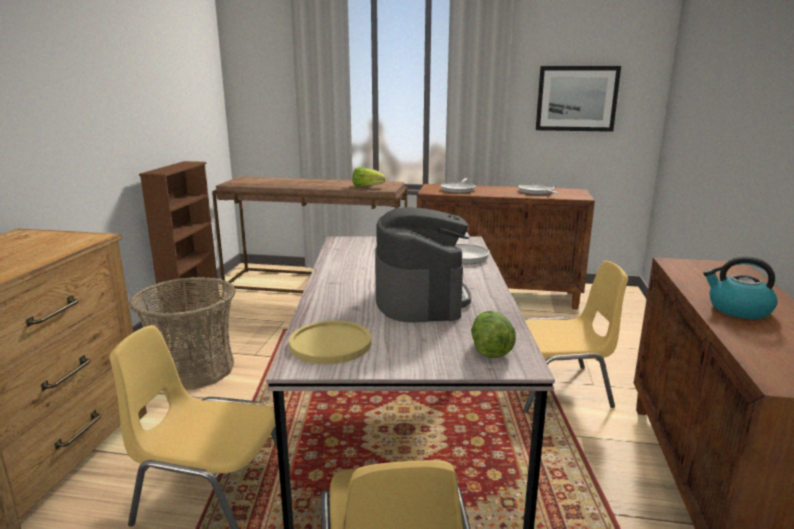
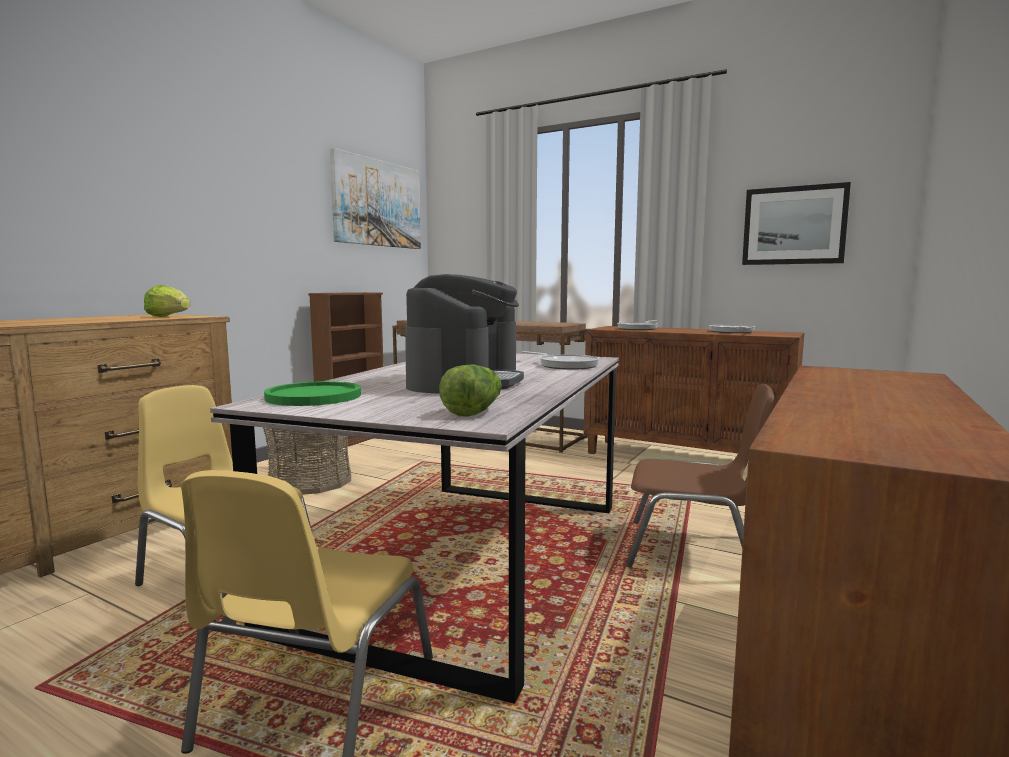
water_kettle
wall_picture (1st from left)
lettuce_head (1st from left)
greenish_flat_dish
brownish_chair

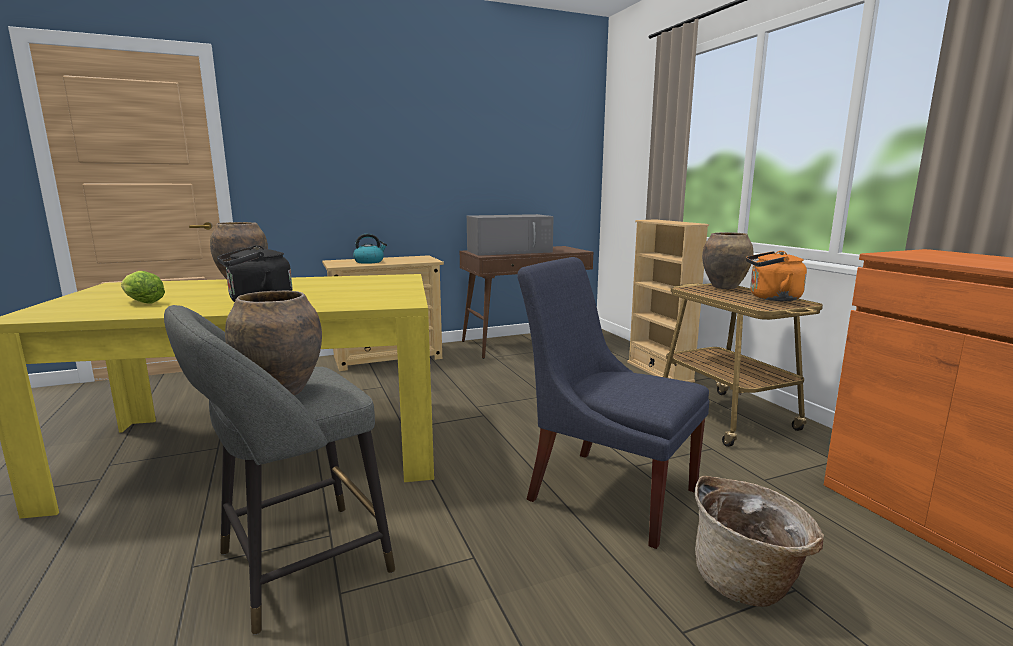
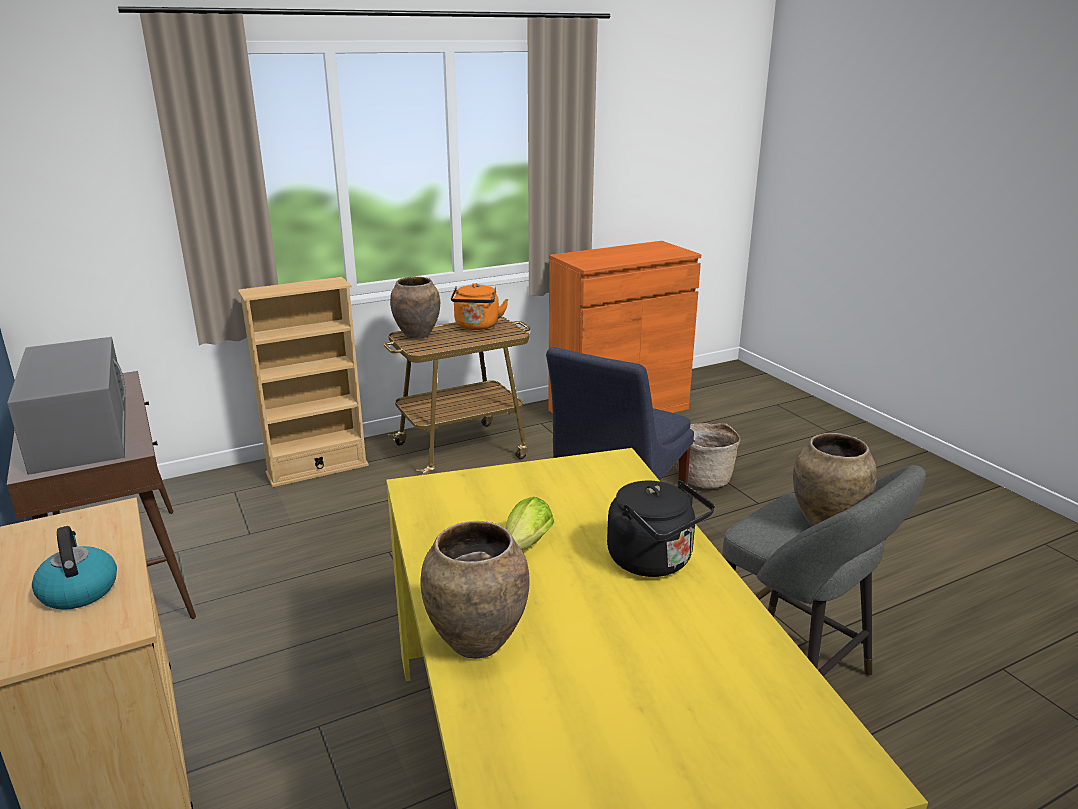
lettuce_head

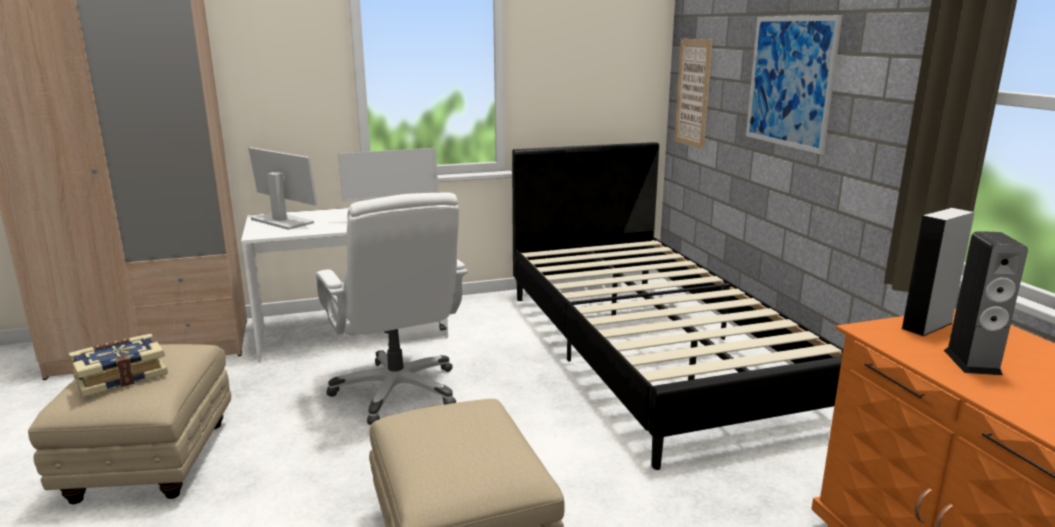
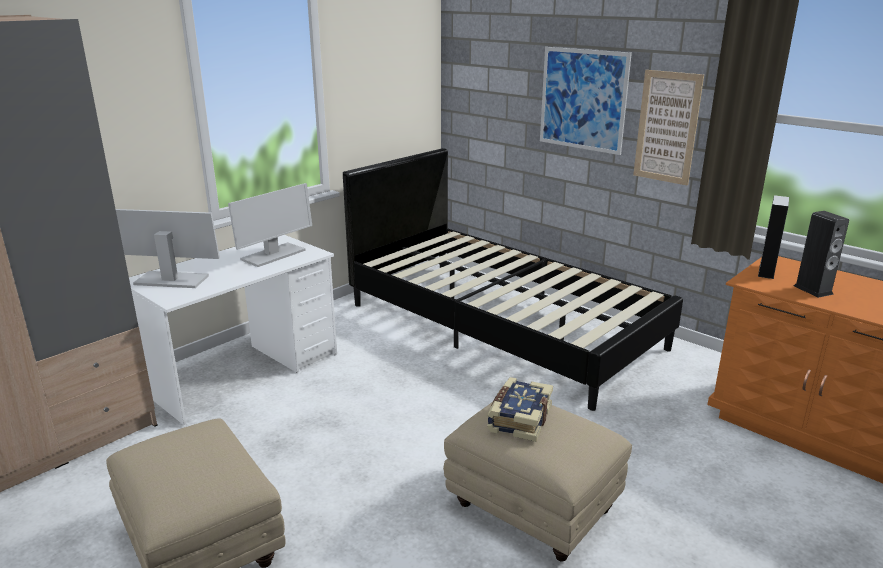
whitish_office_chair
book
wall_picture (2nd from left)

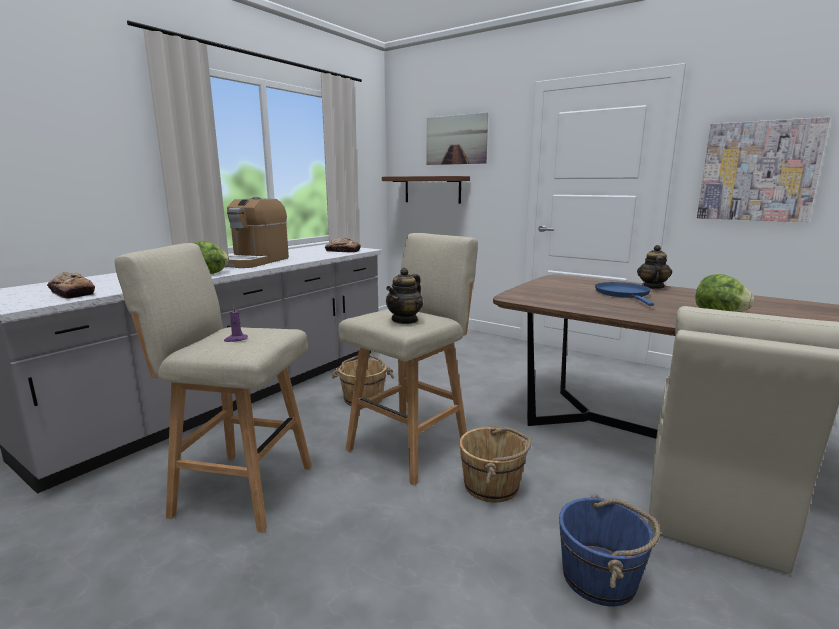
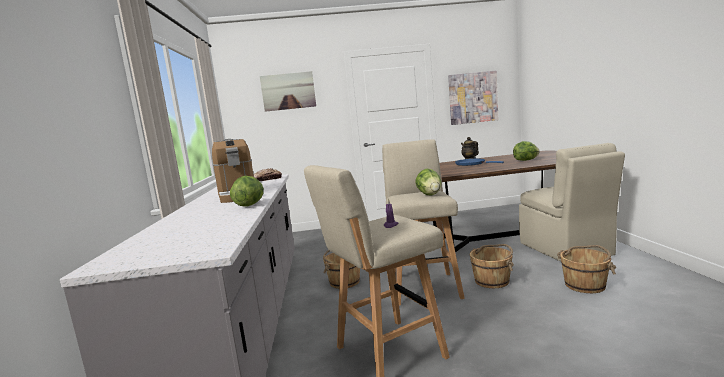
bread (1st from left in the first image)
brownish_shelf
lettuce_head (2nd from left)
brownish_water_bucket (3rd from left)

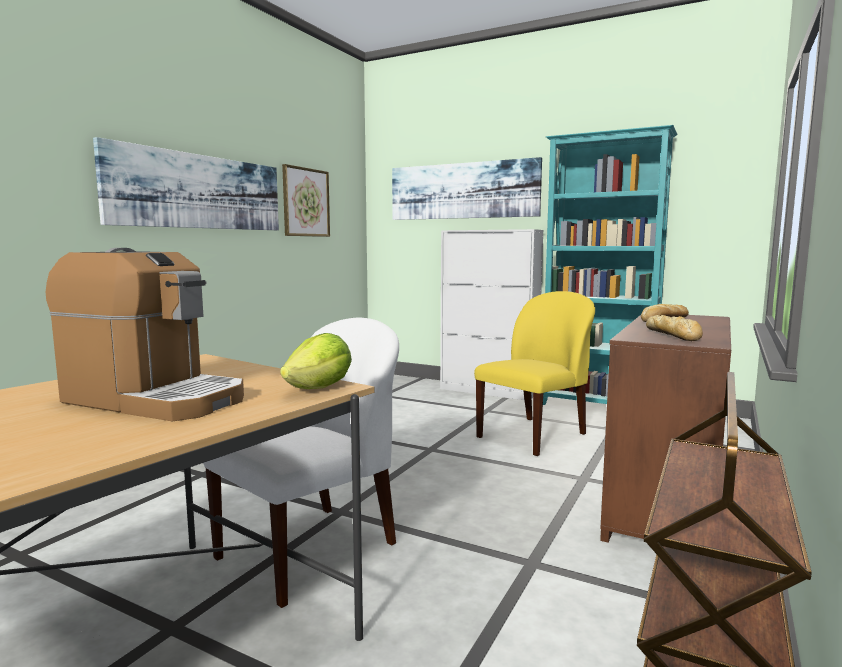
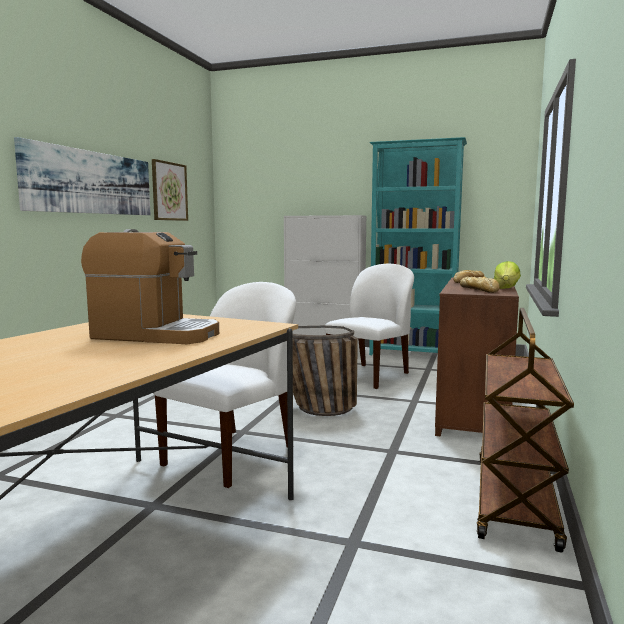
wall_picture (3rd from left in the first image)
storage_basket
lettuce_head
whitish_chair (2nd from left)

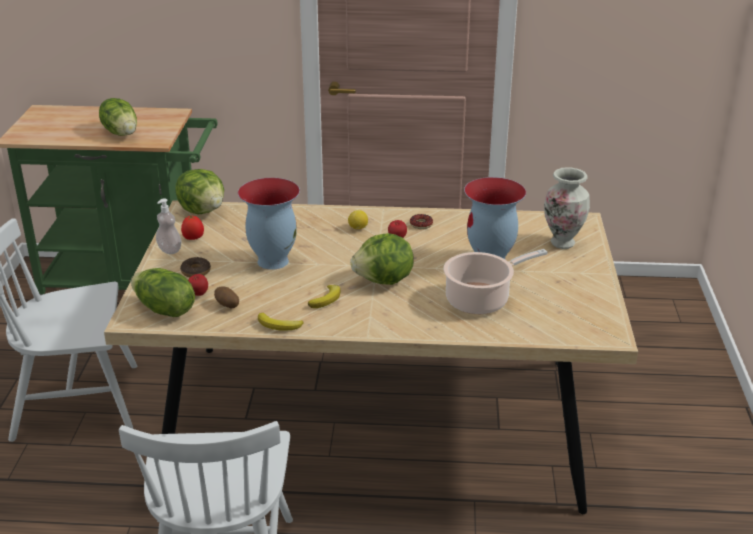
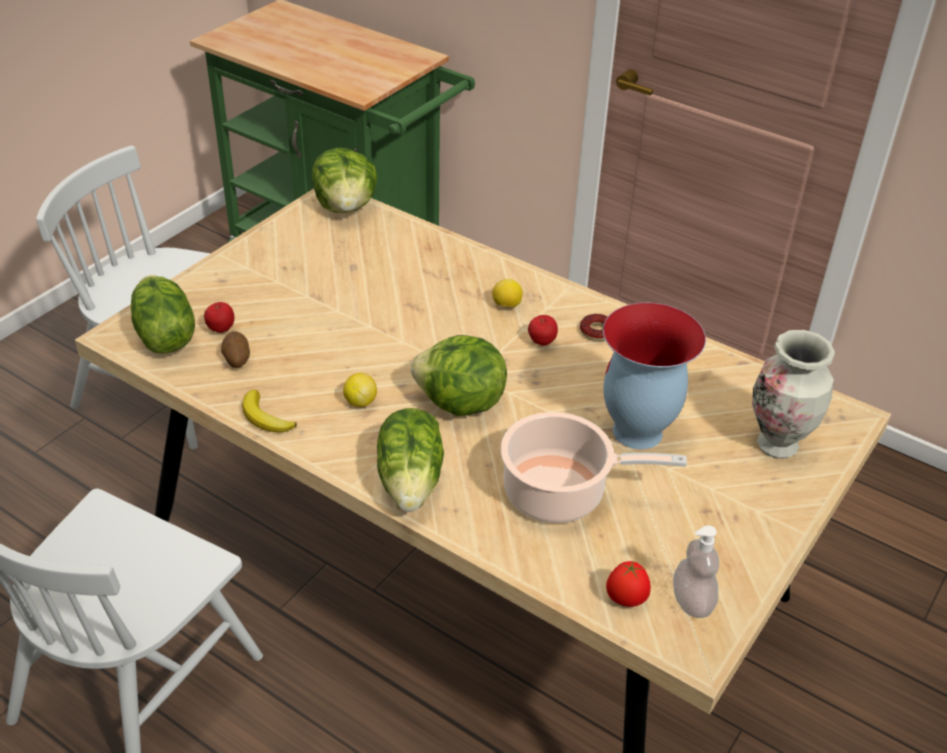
doughnut (1st from left in the first image)
vase (1st from left in the first image)
lettuce_head (3rd from left)
liquid_soap_bottle
fresh_tomato
citrus_fruit (1st from left)

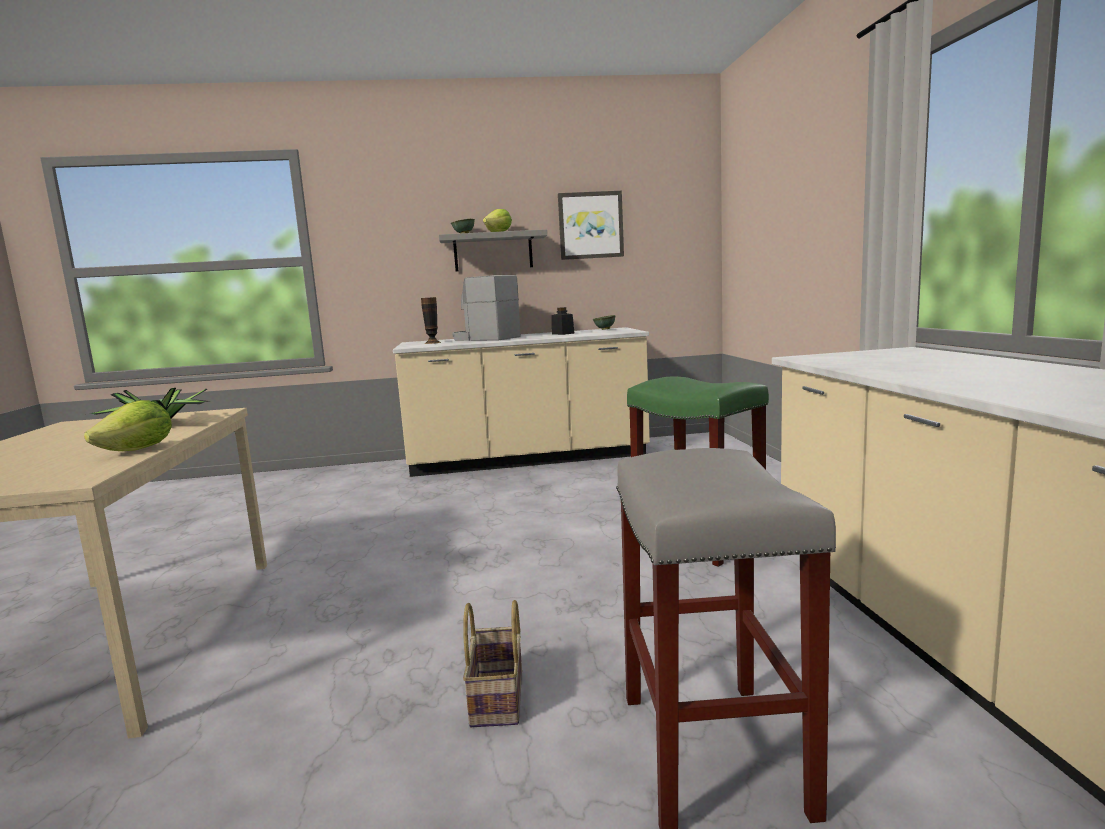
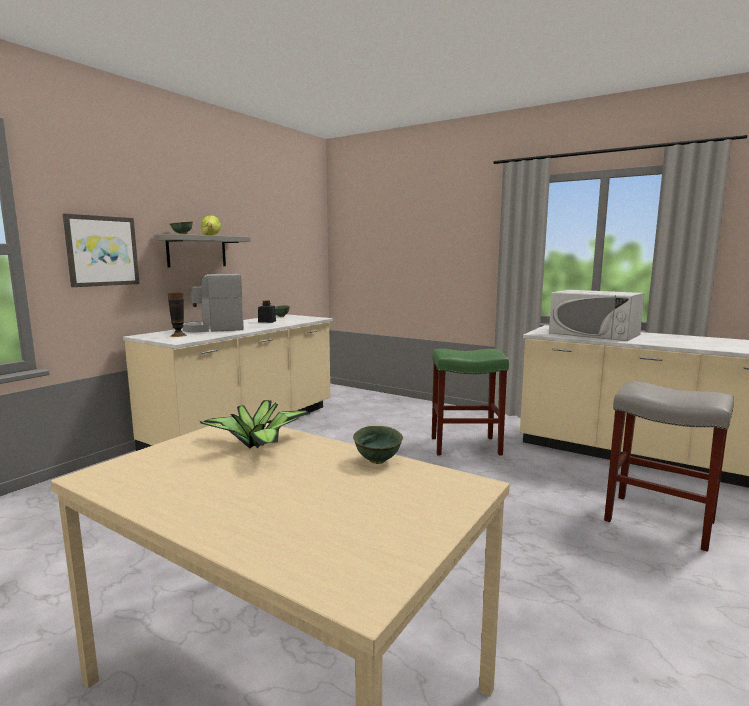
storage_basket
whitish_microwave
wall_picture
greenish_bowl (3rd from left)

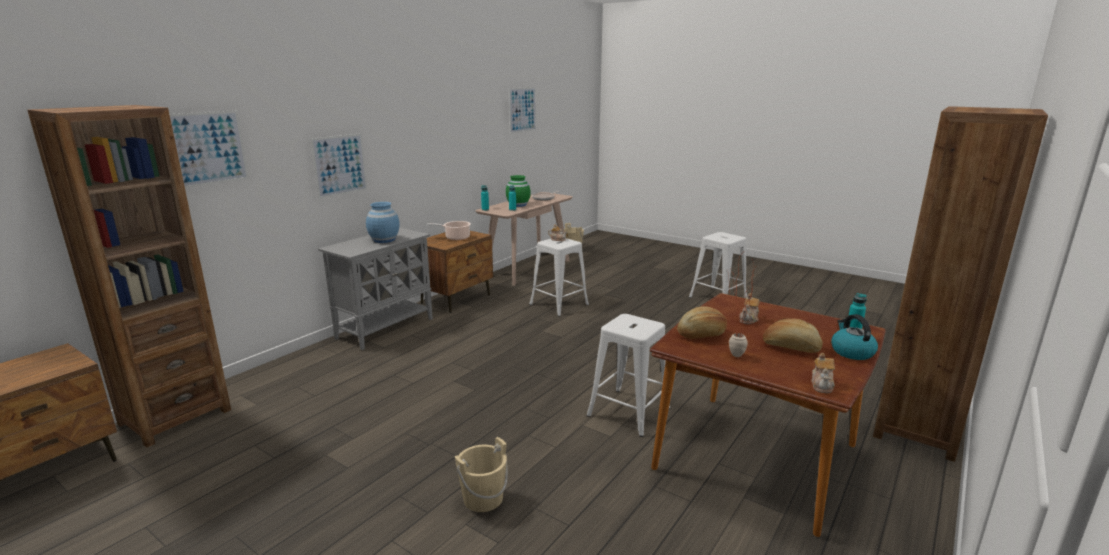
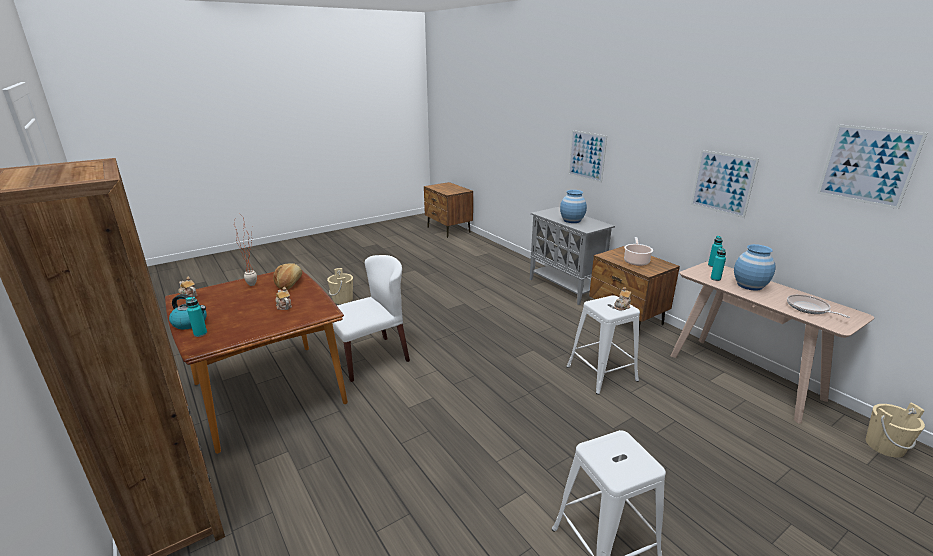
brownish_bookcase (1st from left in the first image)
bread (2nd from left in the first image)
wall_picture (2nd from left)
whitish_chair
bluish_vase (2nd from left)

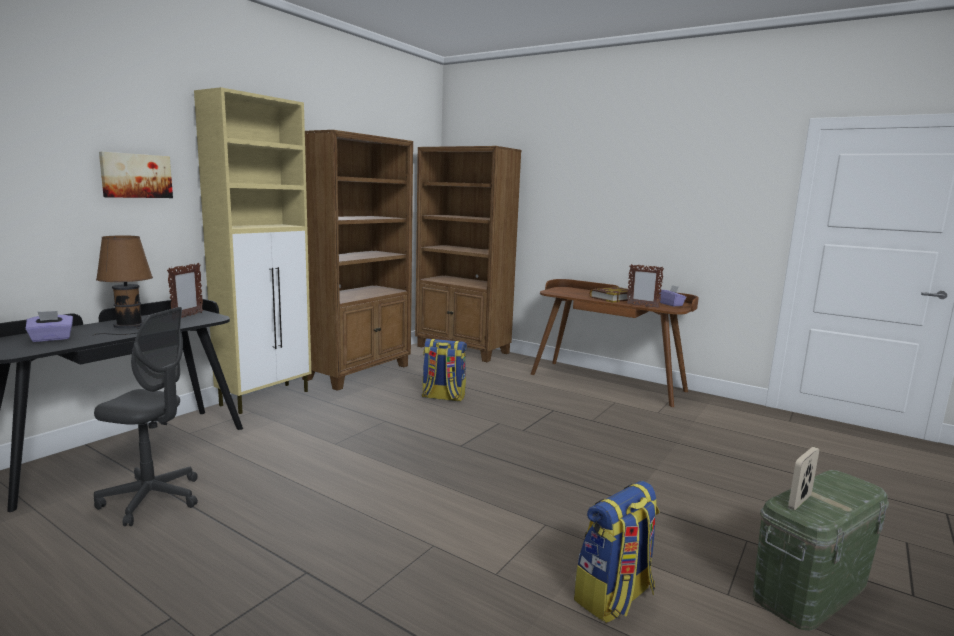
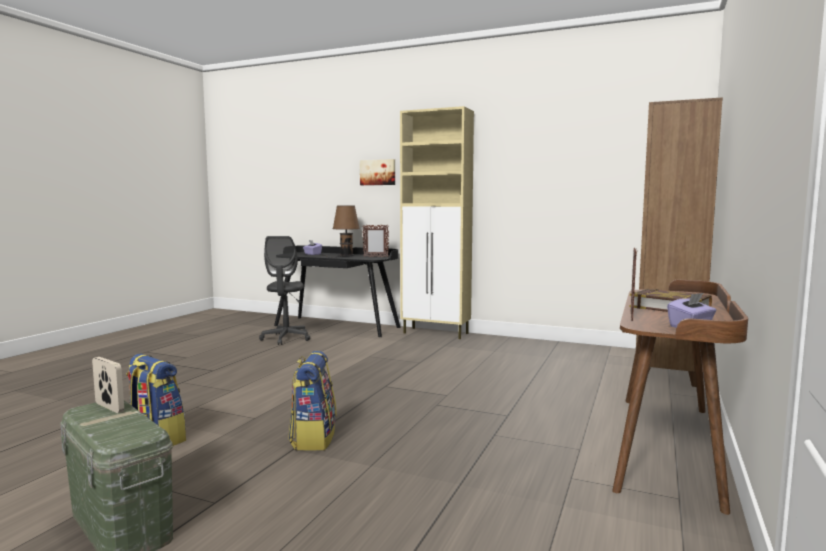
brownish_bookcase (1st from left in the first image)
backpack (2nd from left)

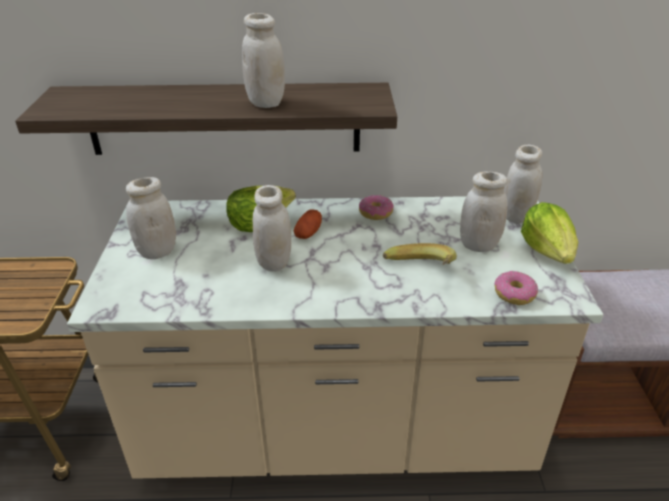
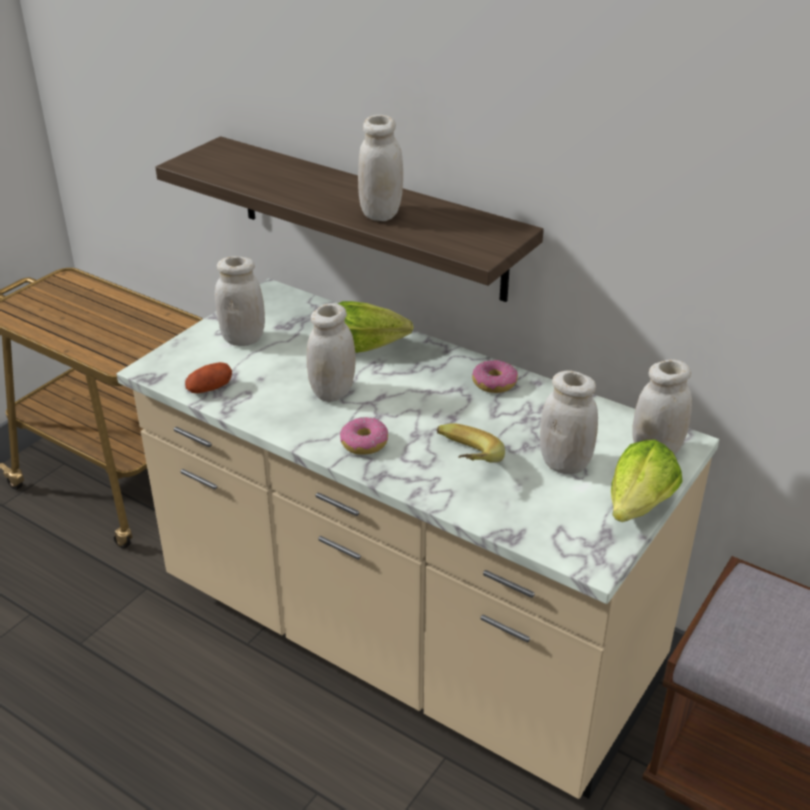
whole_potato
doughnut (1st from left)

